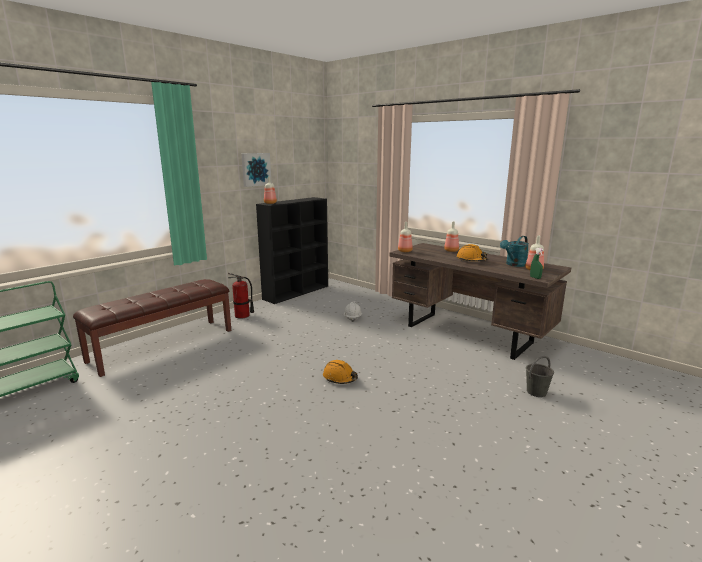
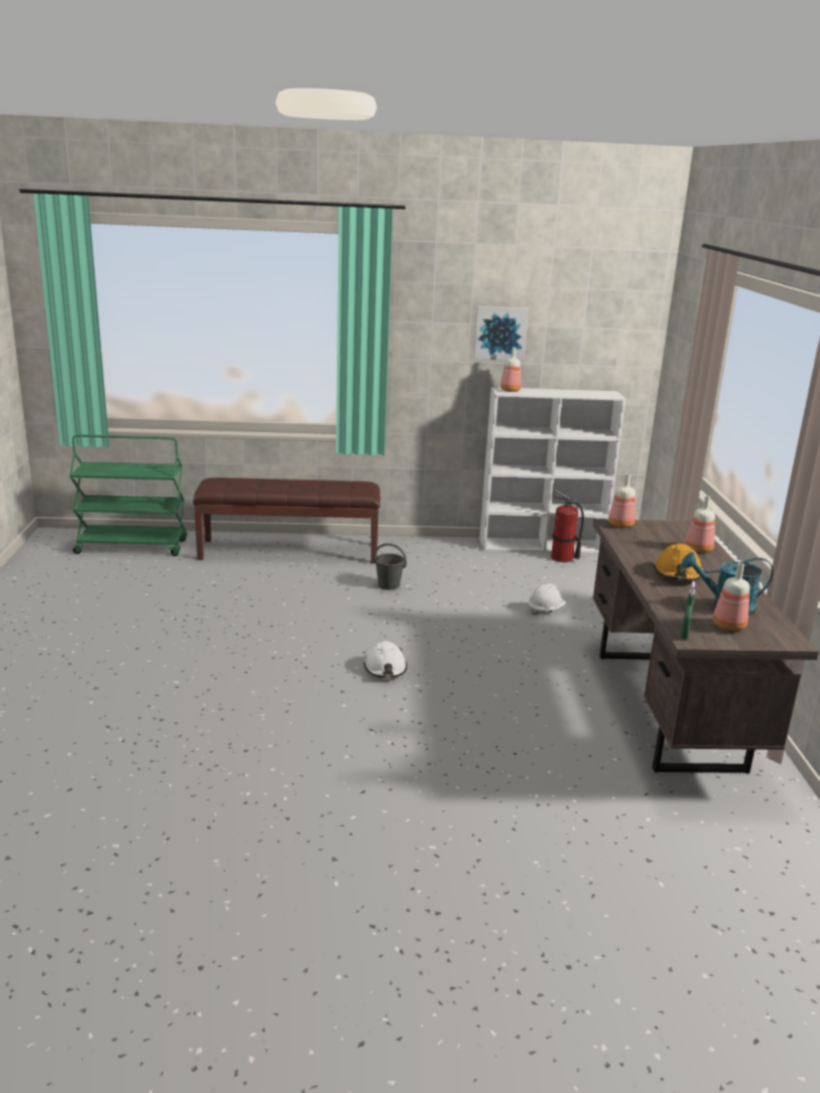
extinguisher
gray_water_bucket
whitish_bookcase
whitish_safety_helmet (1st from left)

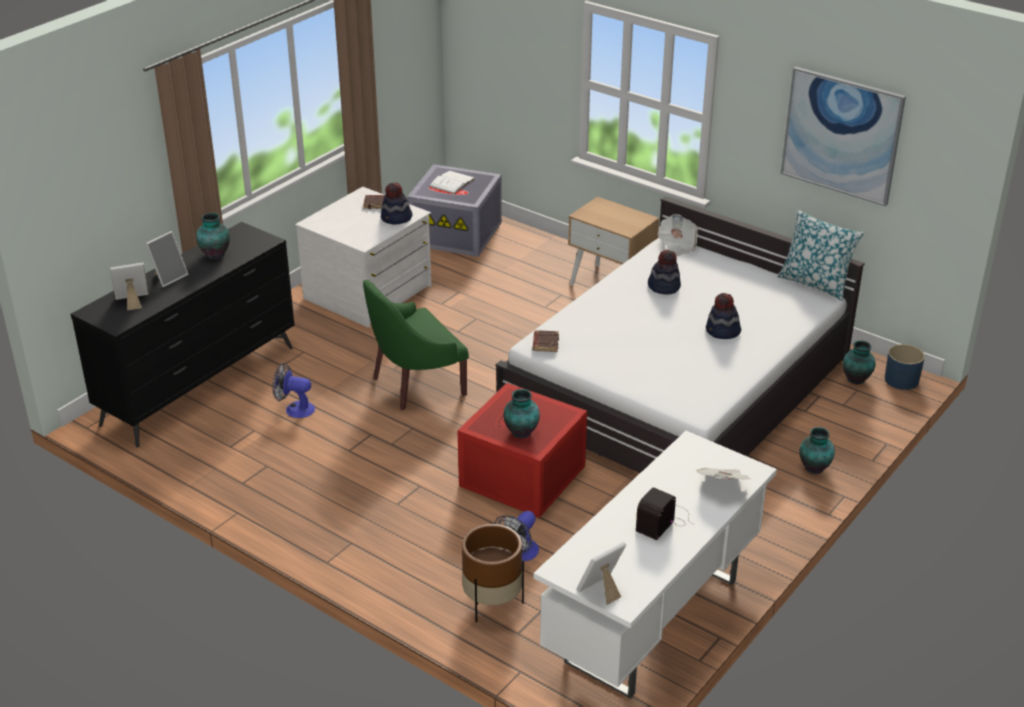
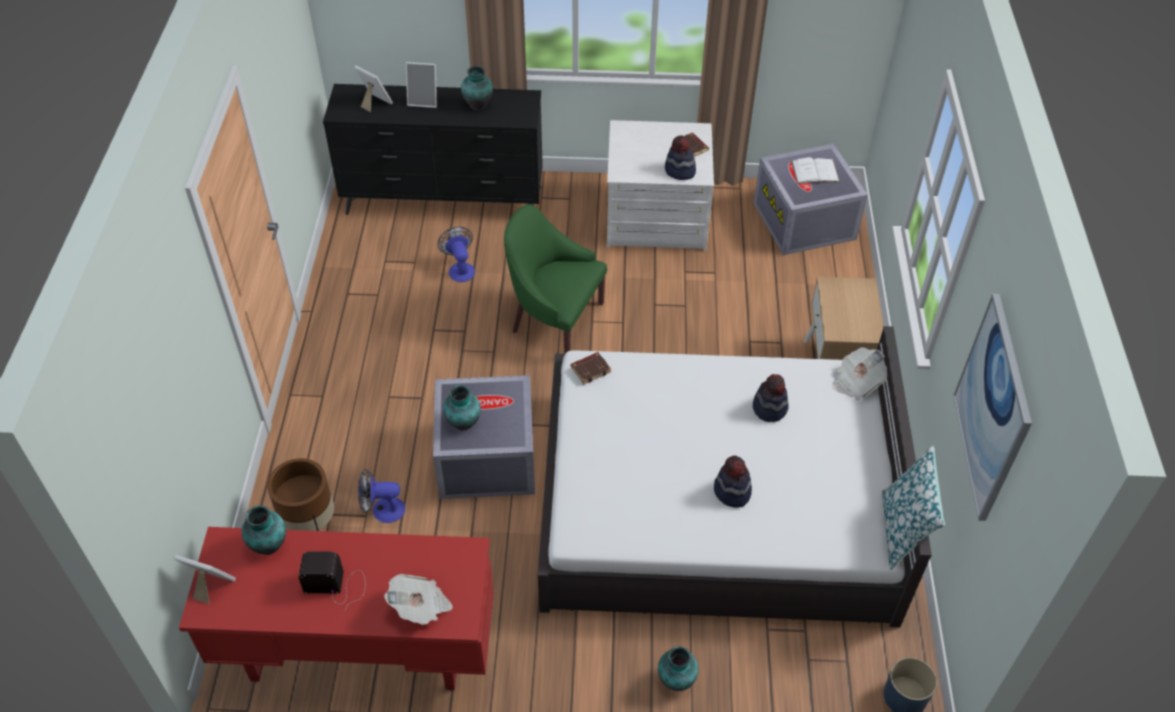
vase (1st from left)
gray_storage_bin (1st from left)
red_desk_table

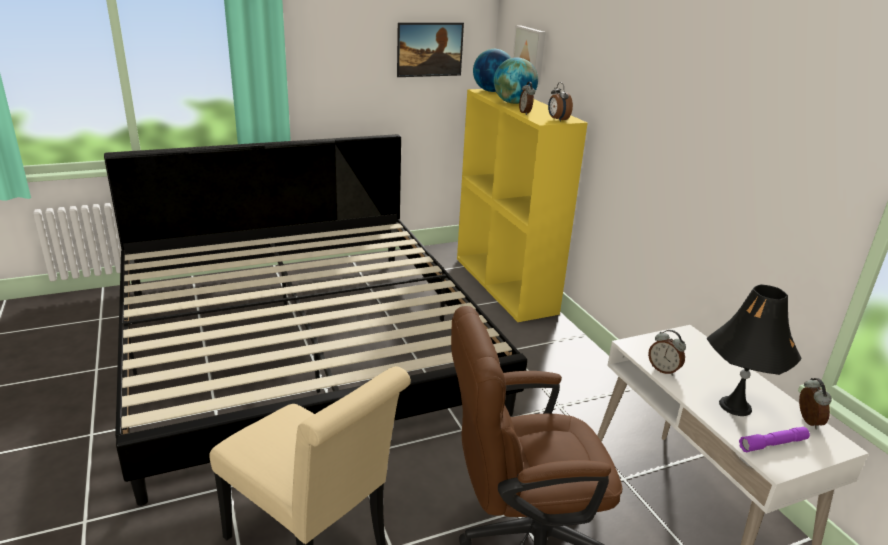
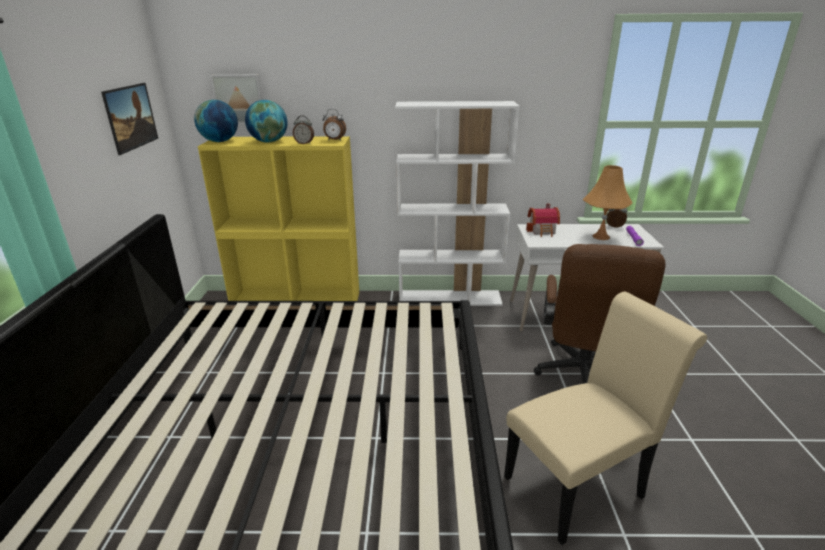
bedside_clock (3rd from left in the first image)
whitish_bookcase
miniature_house
orange_tabletop_lamp

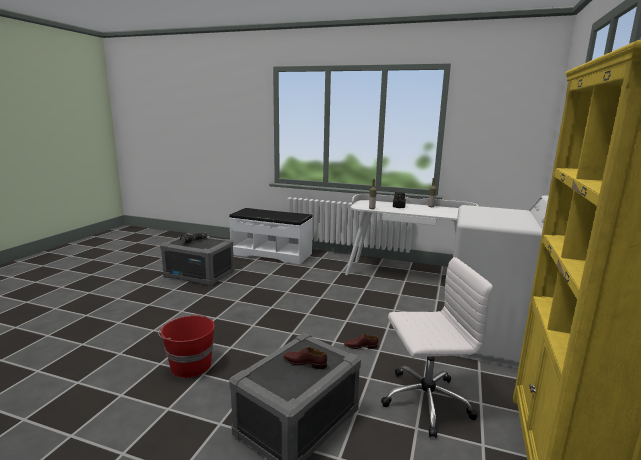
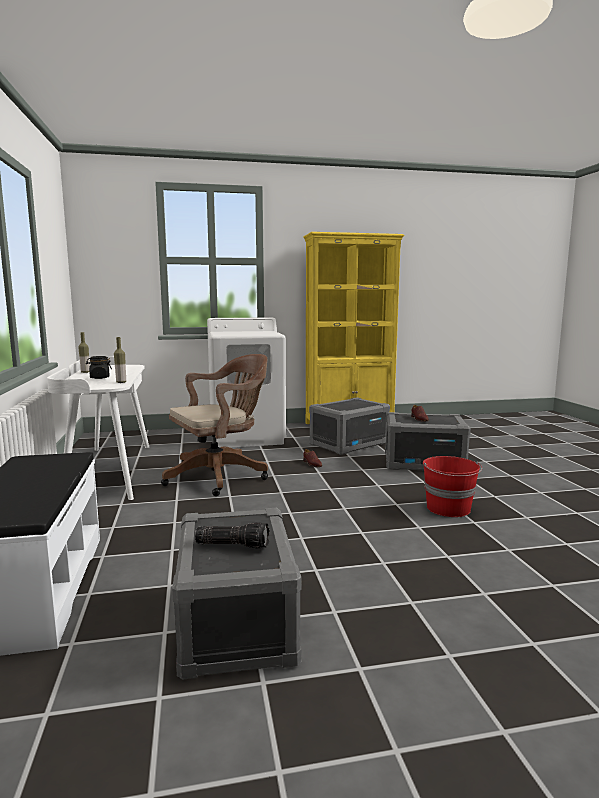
brownish_office_chair
gray_storage_bin (2nd from left)

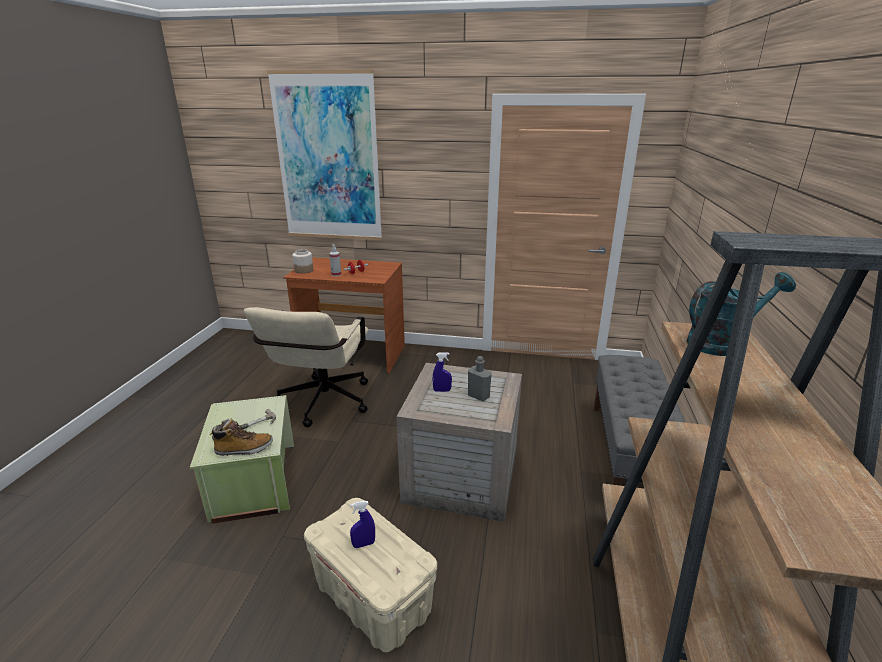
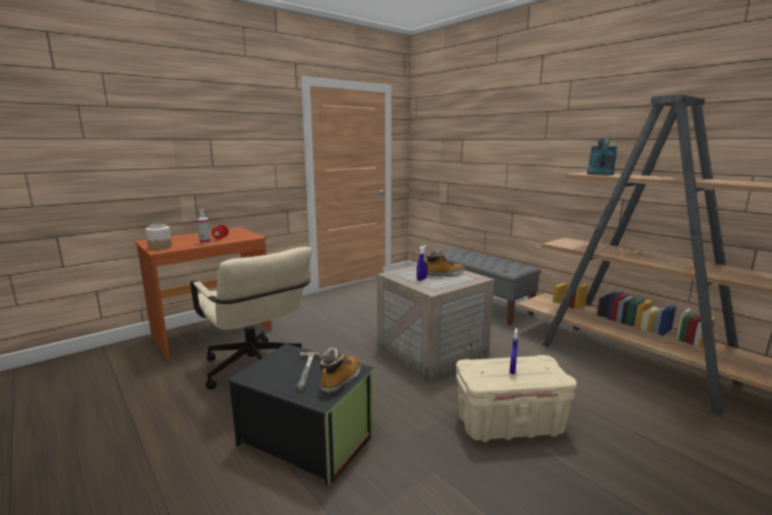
wall_picture
tall_boot (2nd from left)
blackish_storage_bin

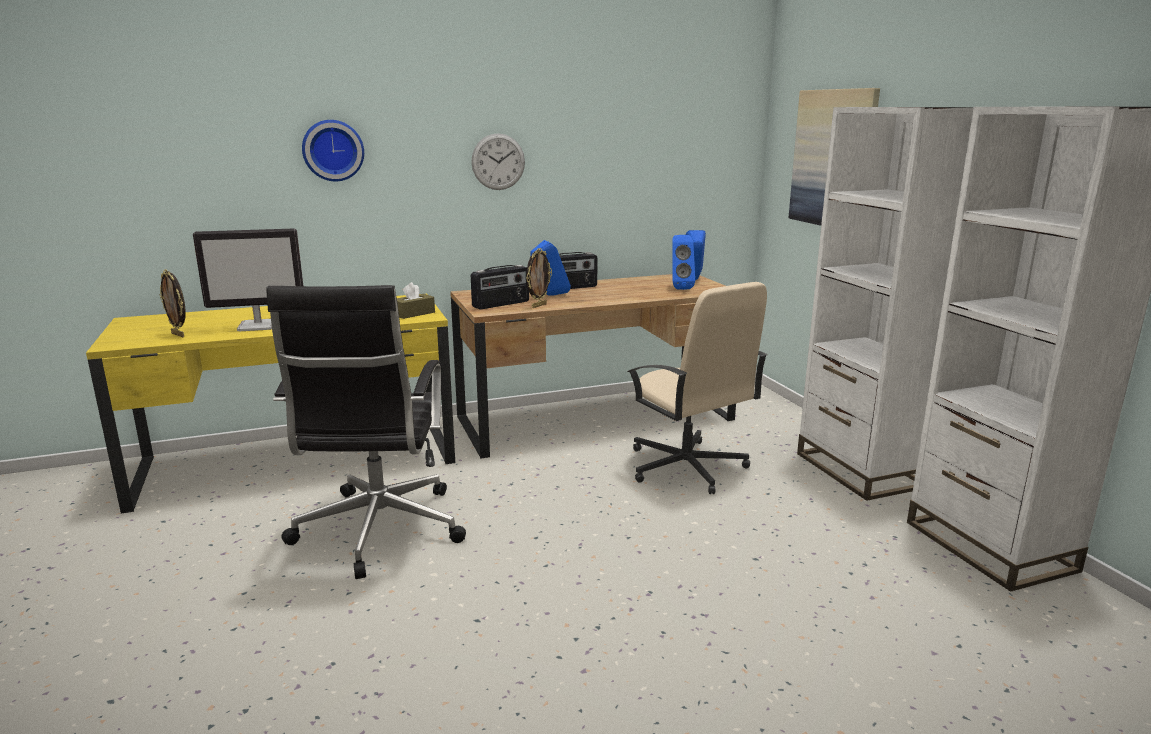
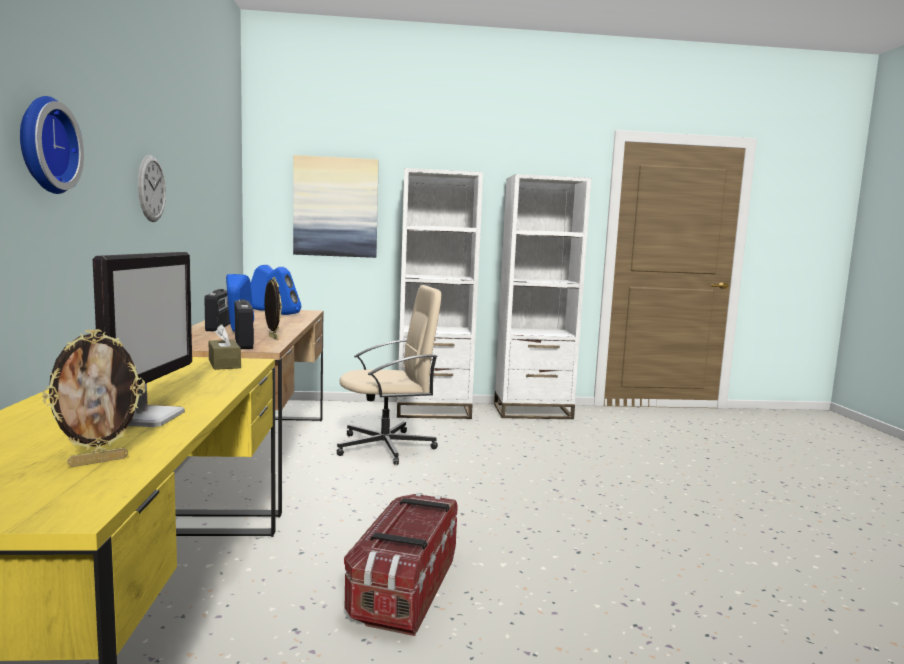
storage_bin

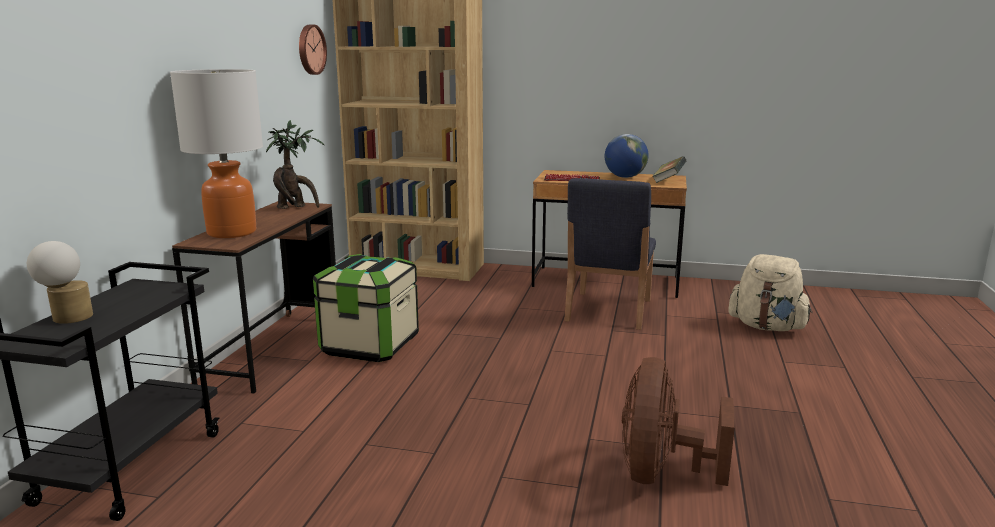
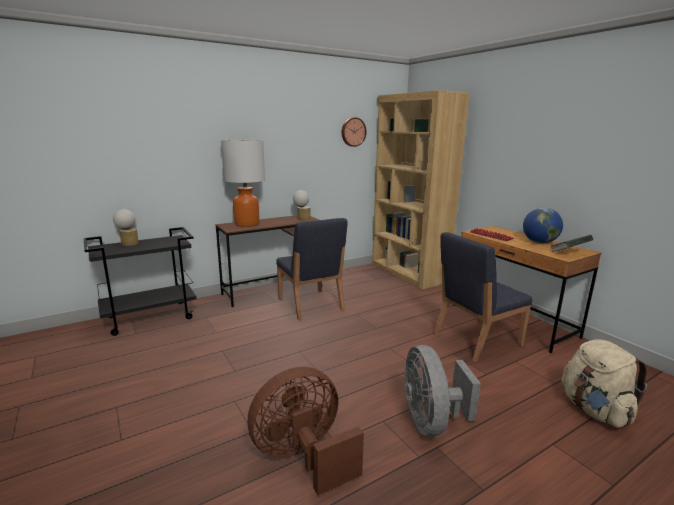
gray_cooling_fan
tabletop_lamp (3rd from left)
bluish_chair (1st from left)

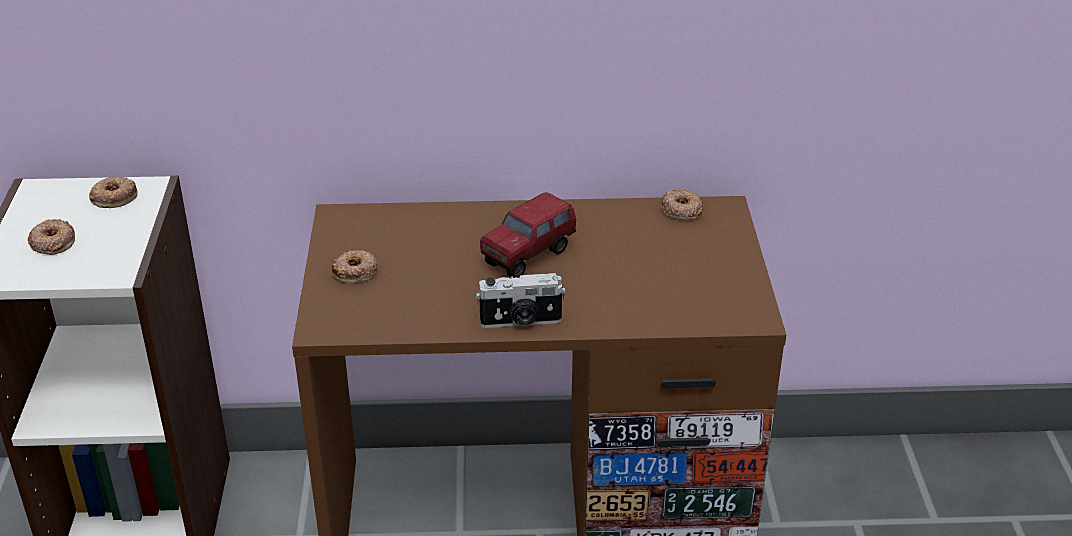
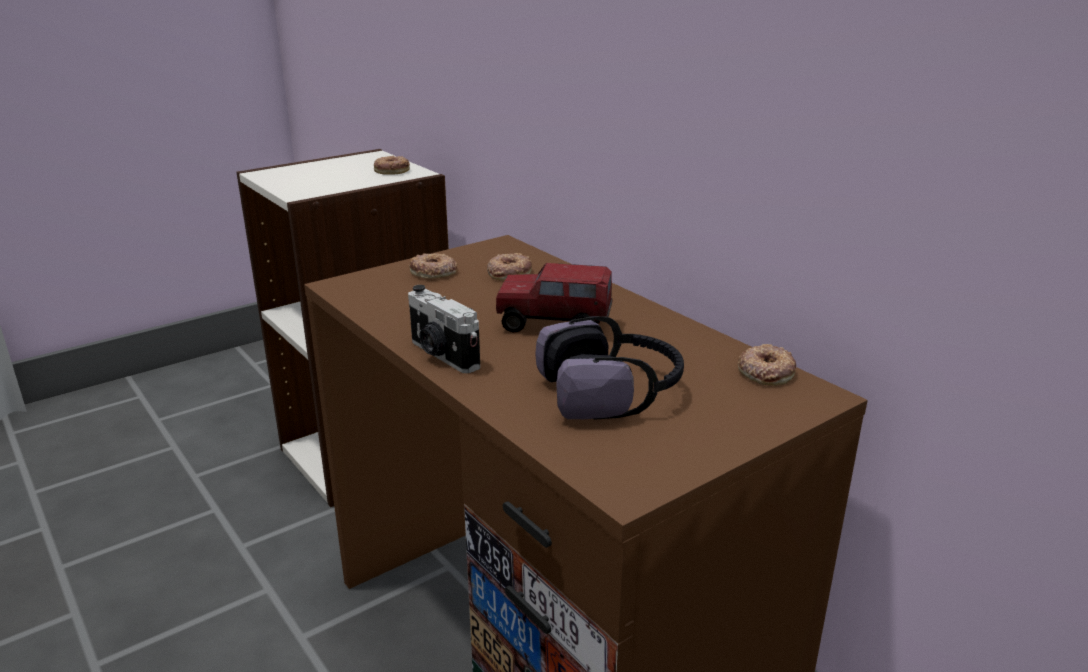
pair_of_headphones
doughnut (3rd from left)

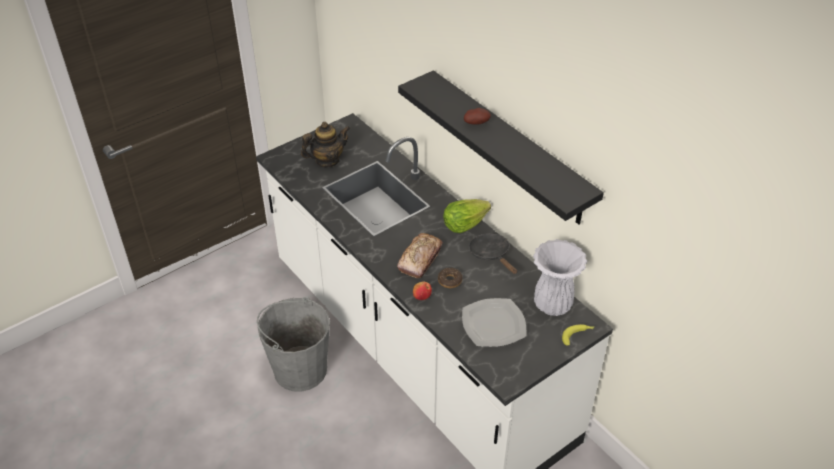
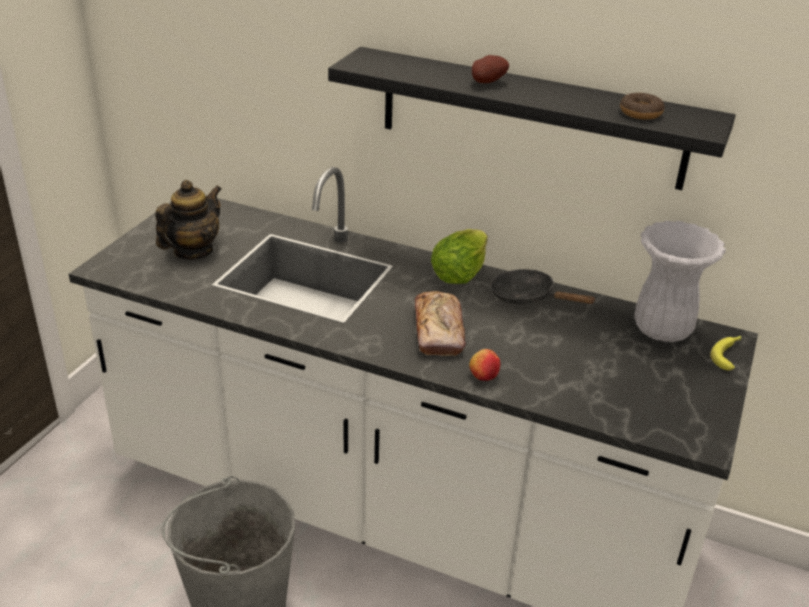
flat_dish
doughnut

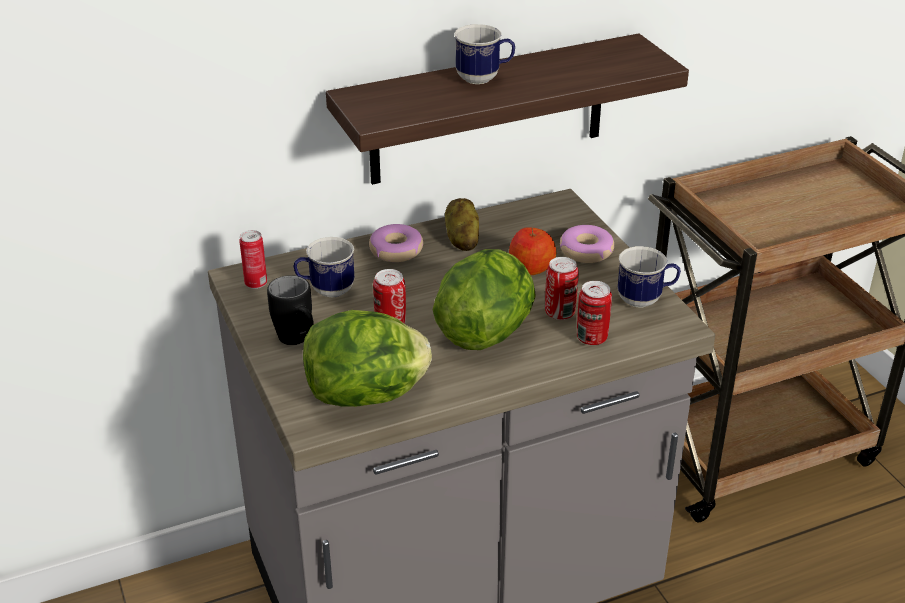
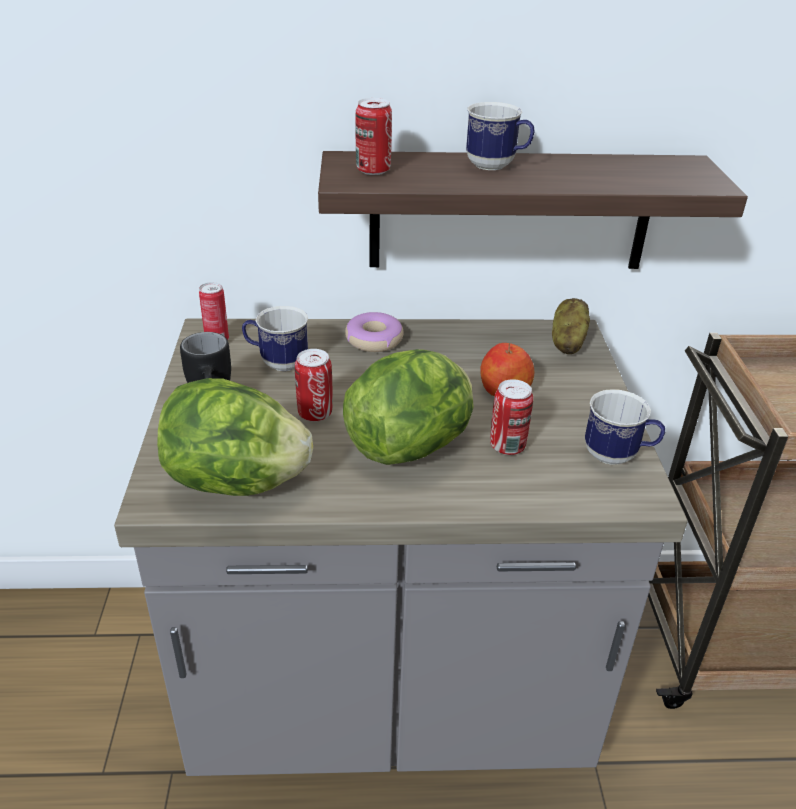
doughnut (2nd from left in the first image)
whole_potato
sealed_can (3rd from left)

